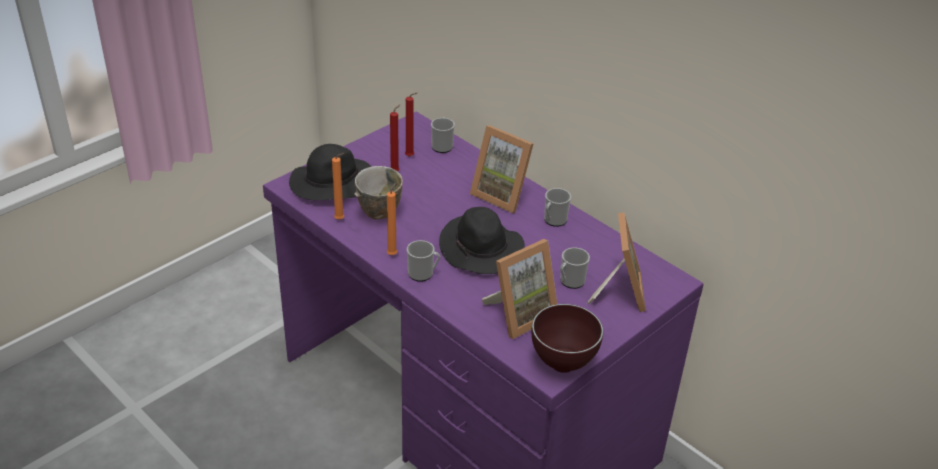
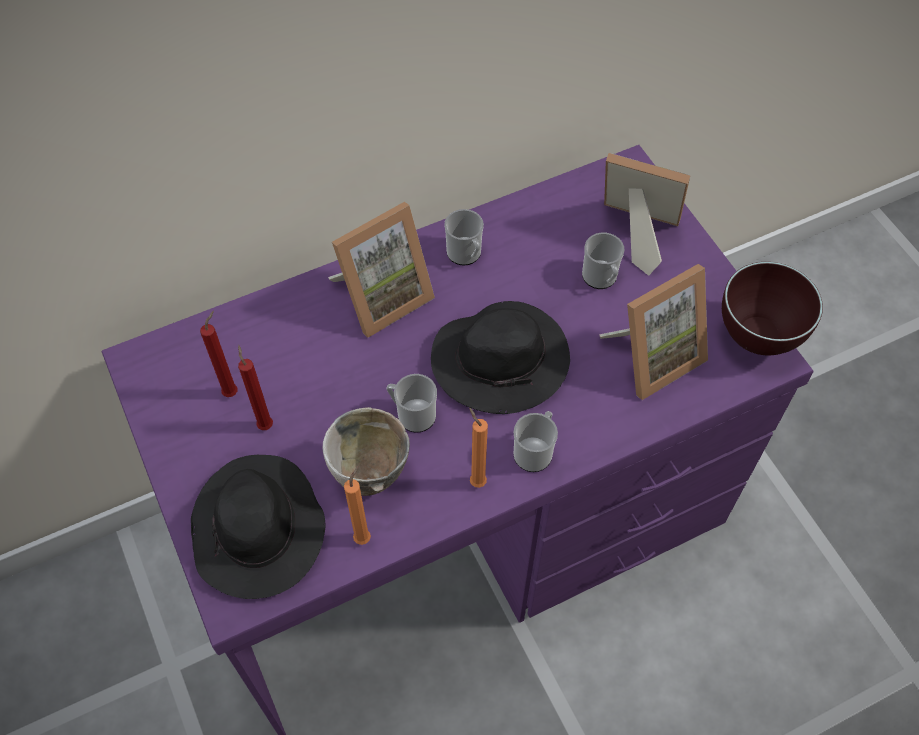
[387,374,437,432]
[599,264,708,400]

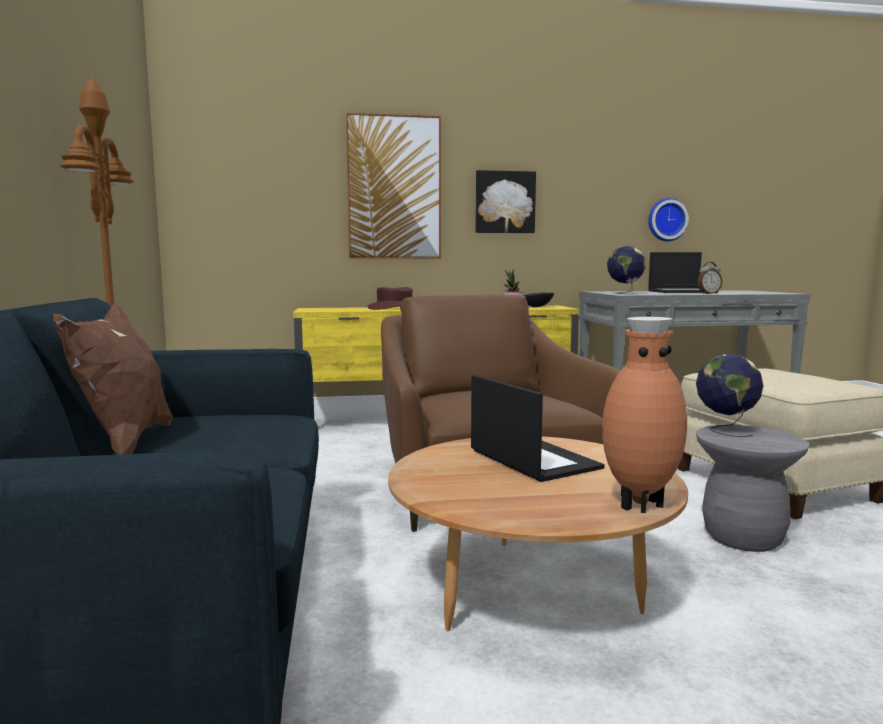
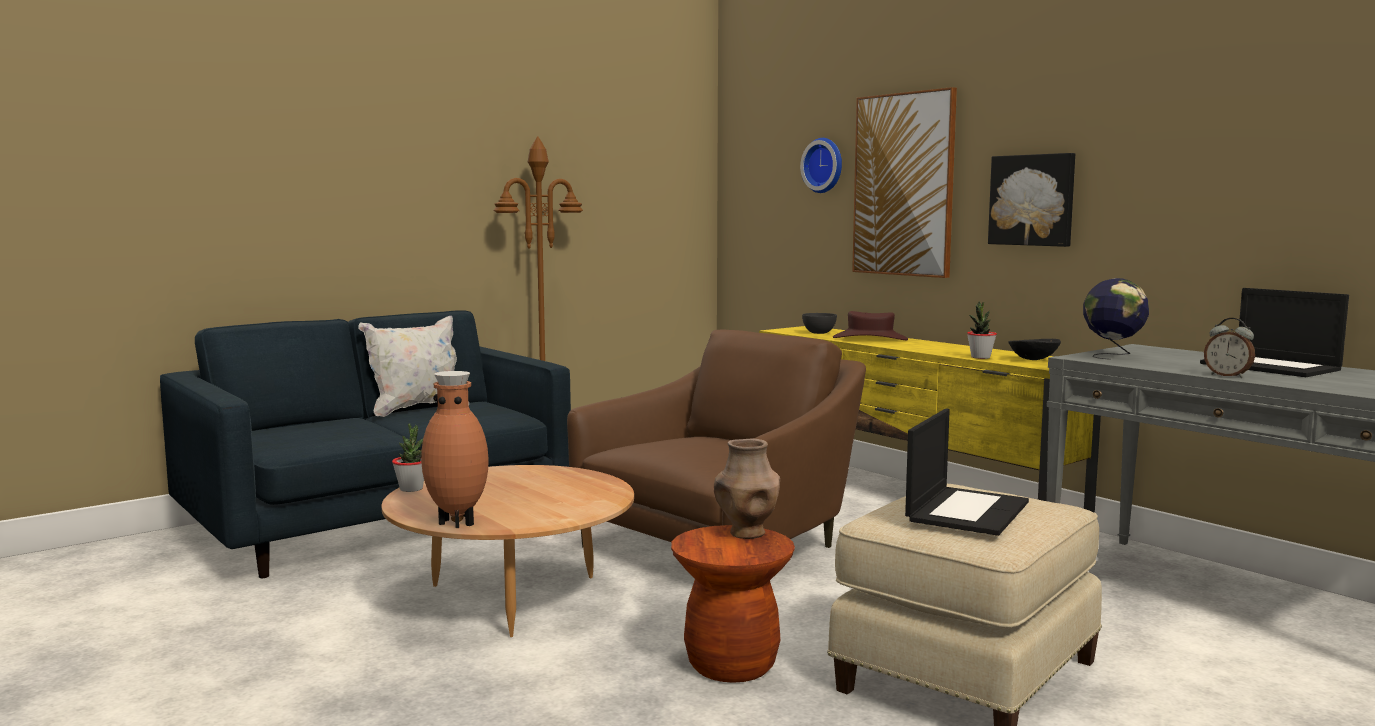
[800,138,842,193]
[358,316,469,417]
[714,439,780,539]
[905,409,1029,536]
[671,525,795,683]
[802,313,837,334]
[392,423,424,492]

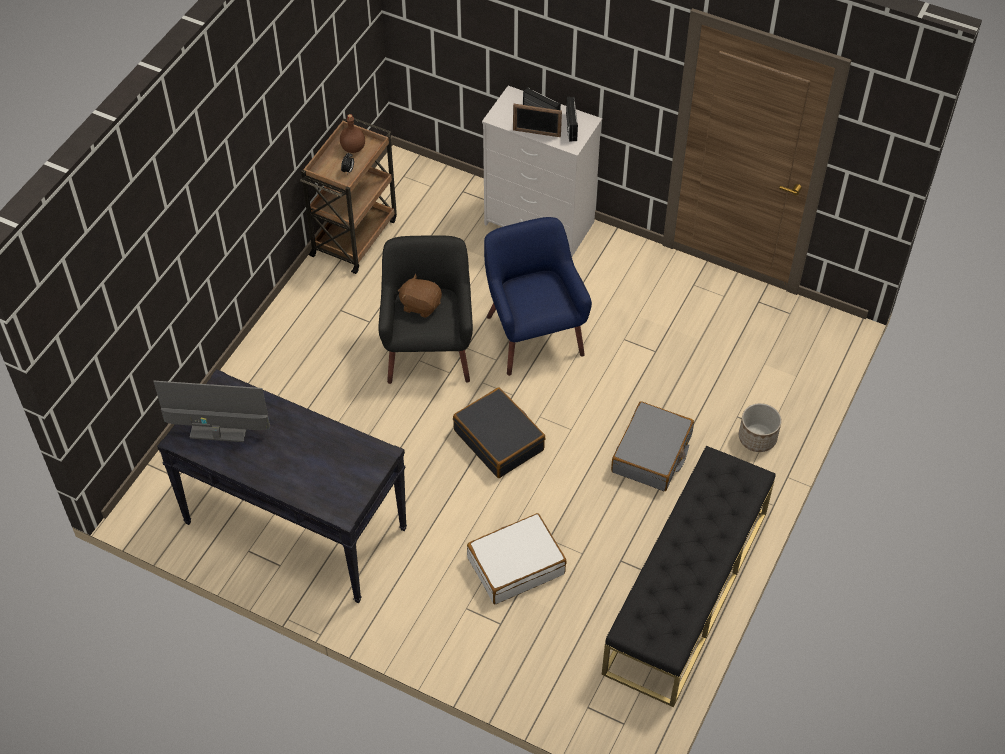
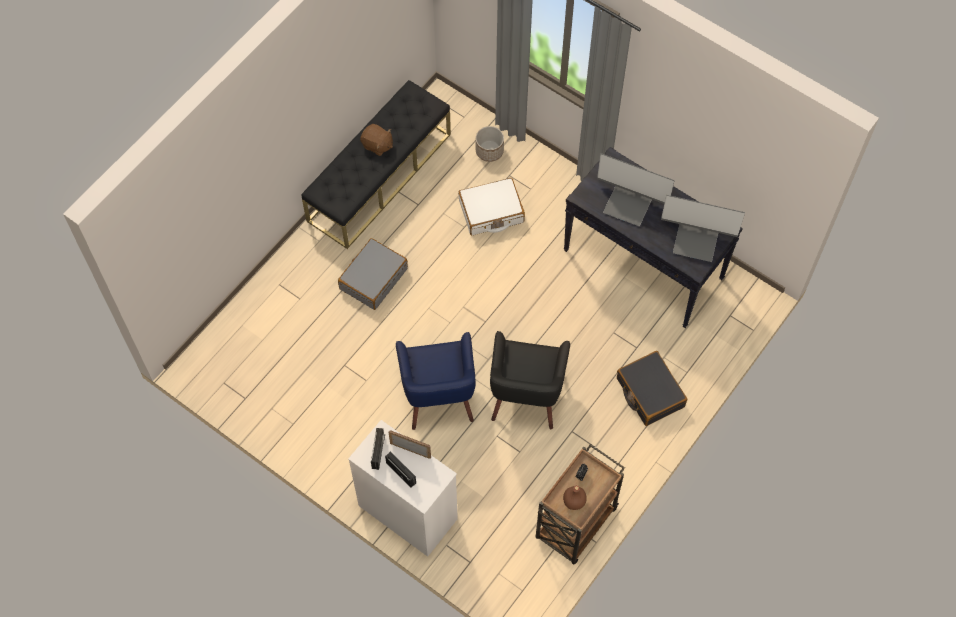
[360,124,393,156]
[617,351,687,426]
[476,126,504,162]
[597,153,675,227]

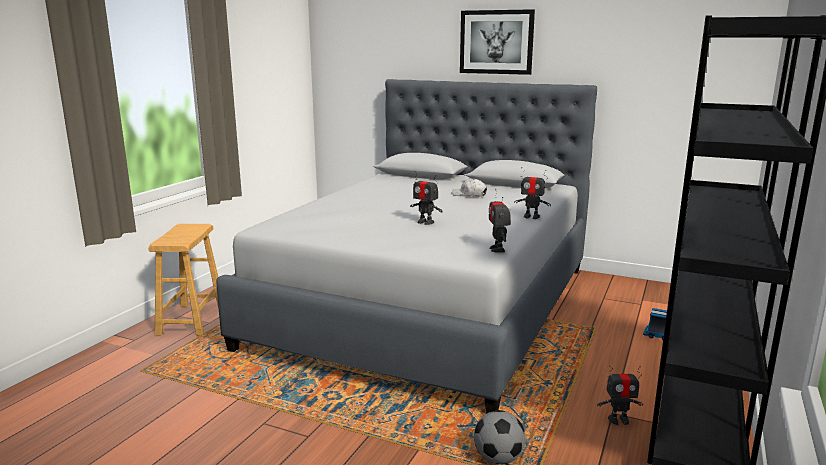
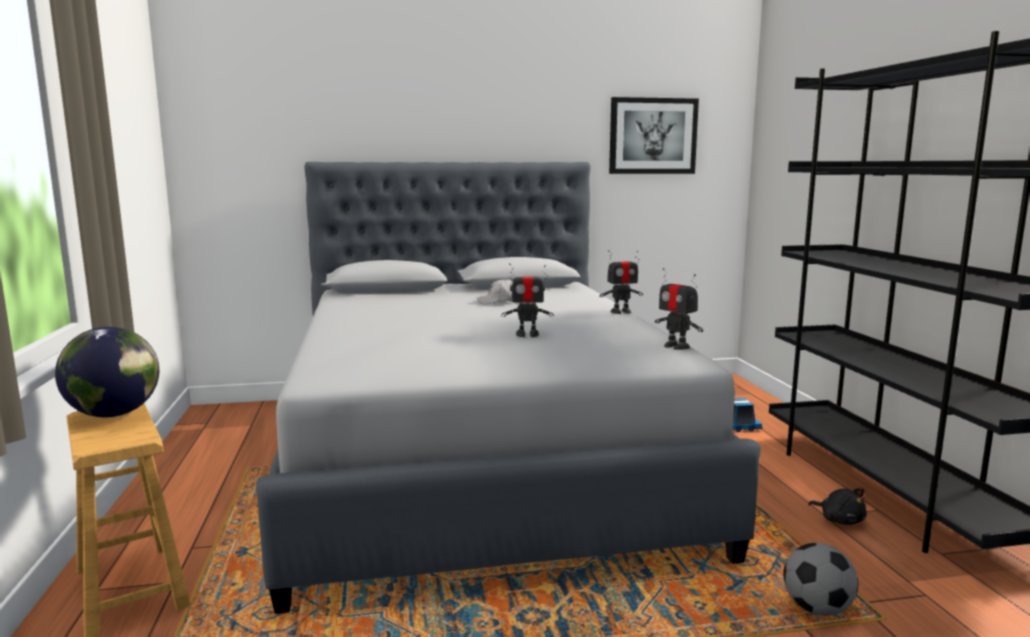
[609,97,699,174]
[808,488,867,525]
[55,327,159,417]

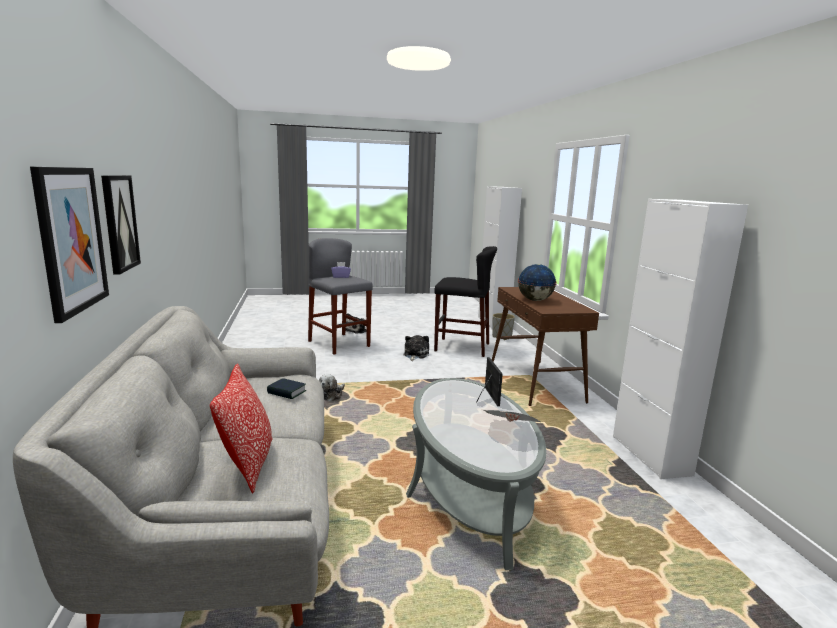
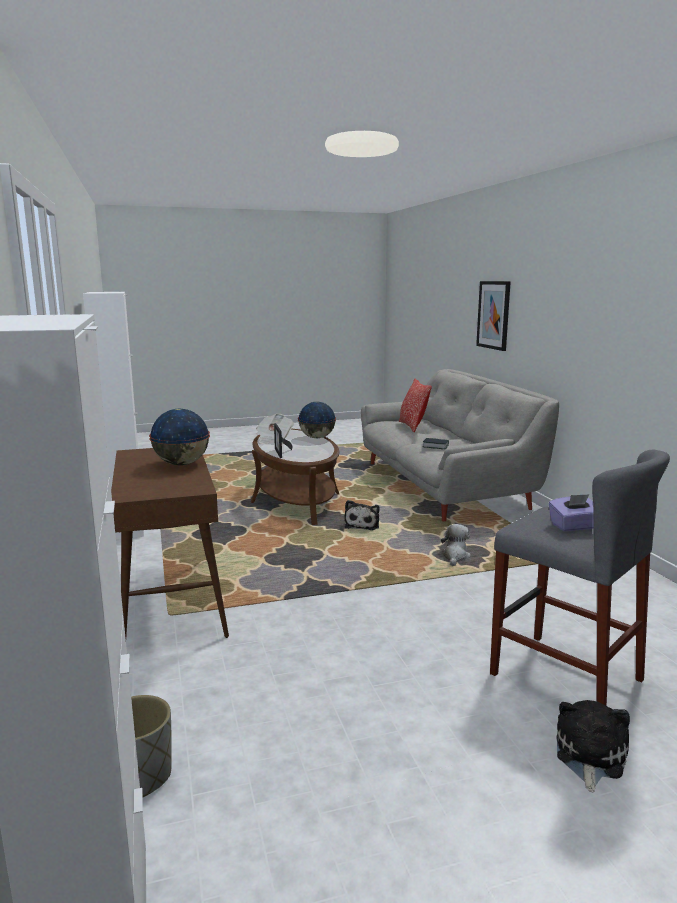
[101,175,141,274] (first image)
[434,246,497,357] (first image)
[344,500,379,530]
[251,429,339,525]
[298,402,336,438]

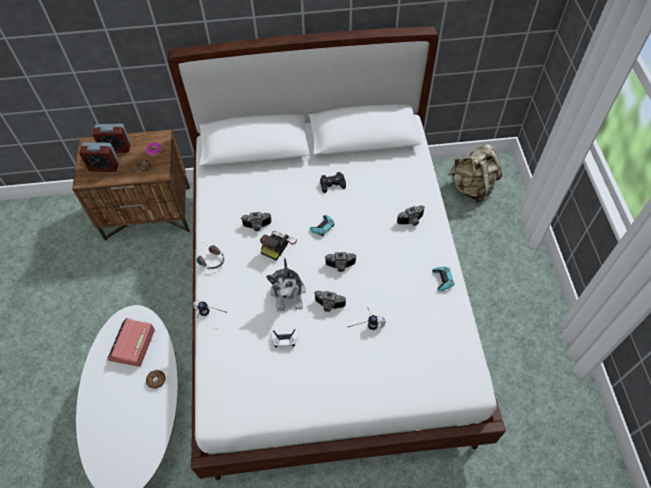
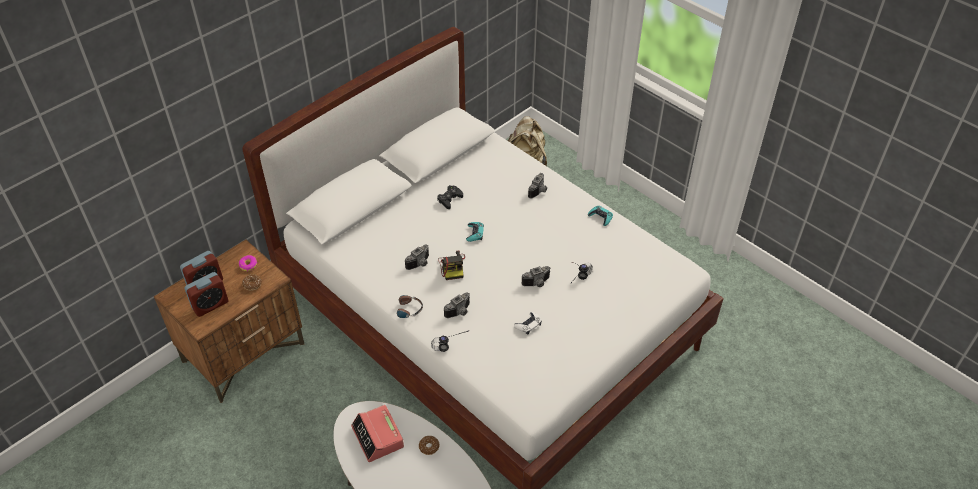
[444,292,470,318]
[266,258,306,312] (first image)

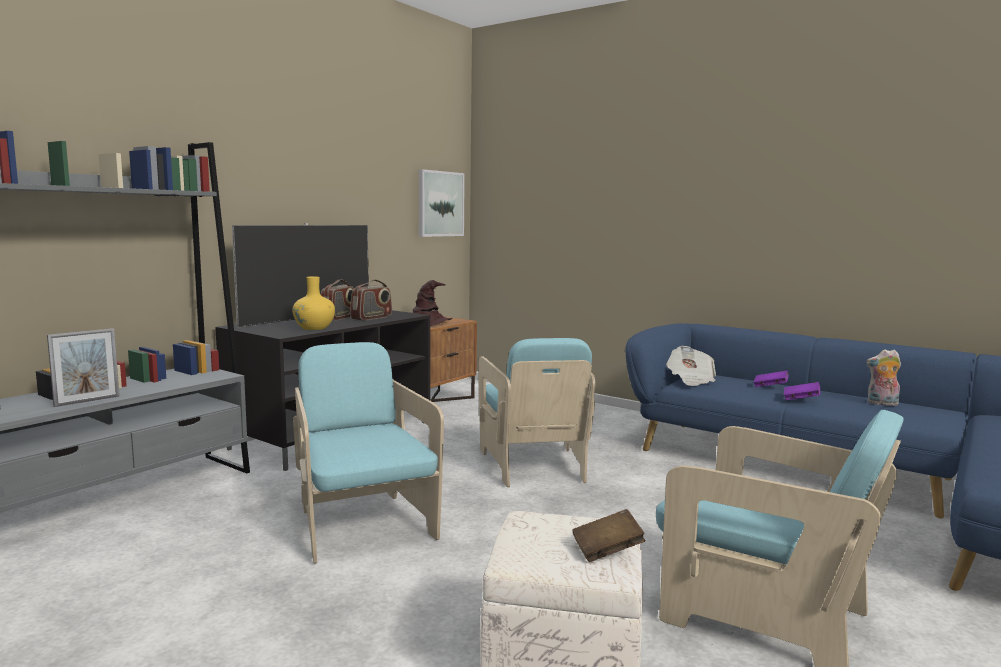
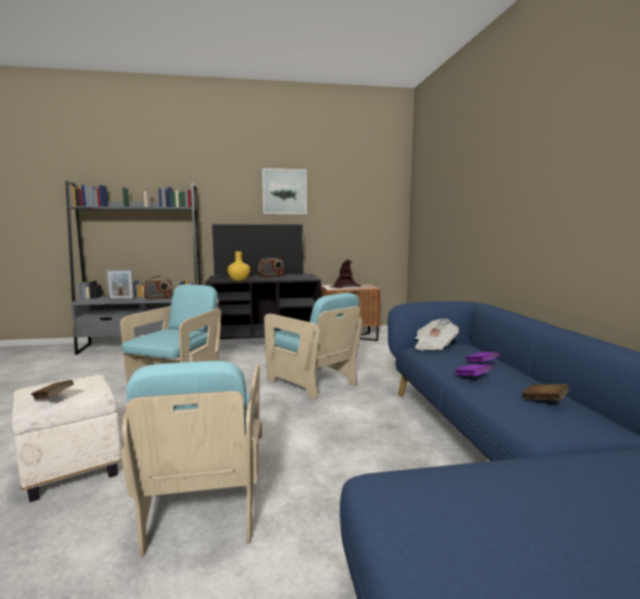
[262,168,307,214]
[144,275,173,300]
[264,293,362,400]
[522,384,570,401]

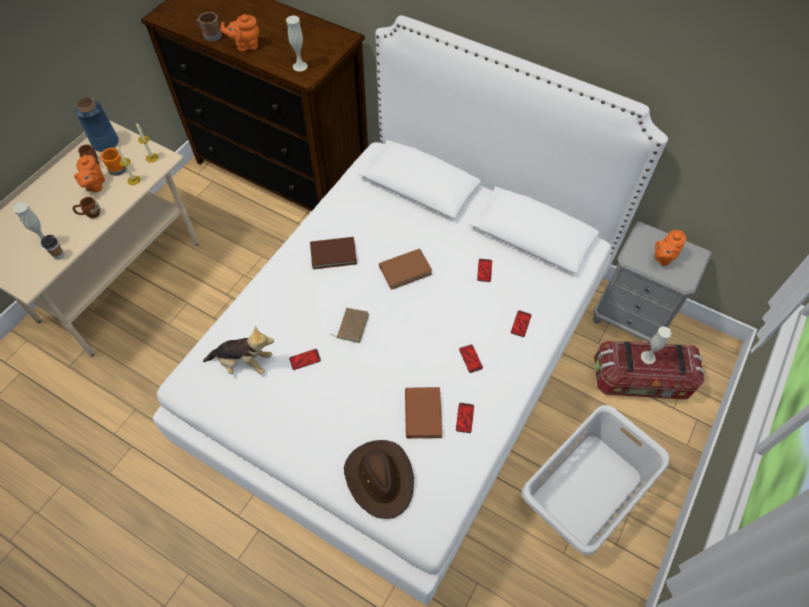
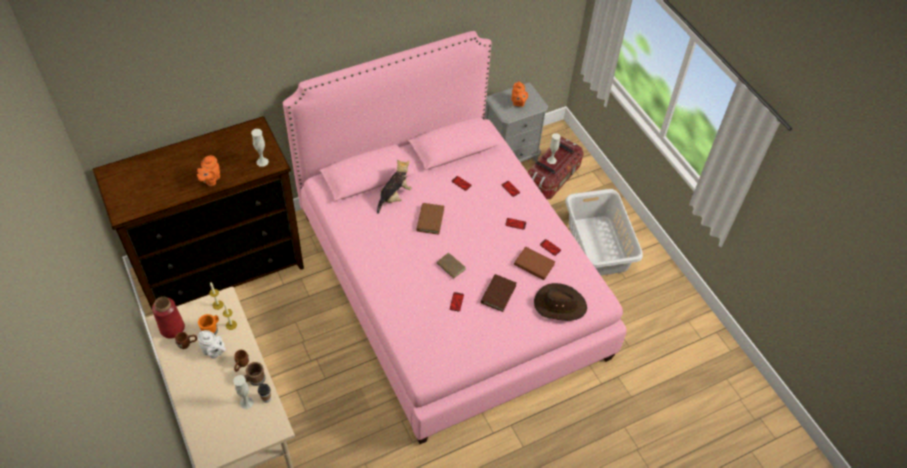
[244,362,266,386]
[283,31,627,444]
[152,297,185,338]
[198,330,226,359]
[481,274,517,312]
[377,160,412,214]

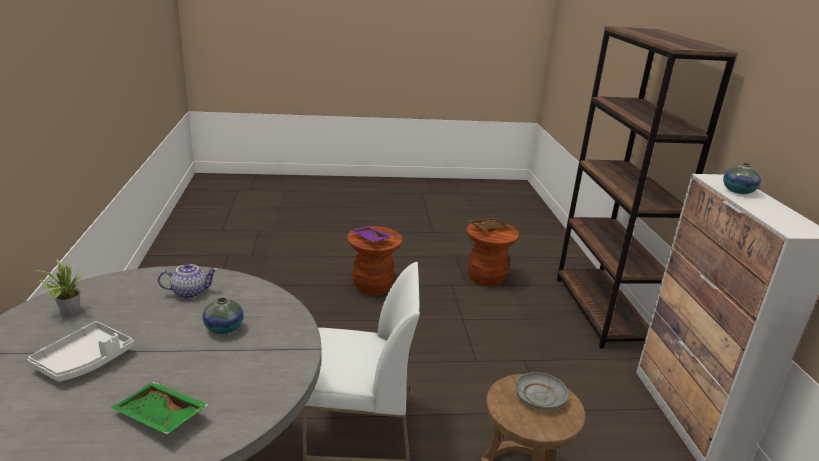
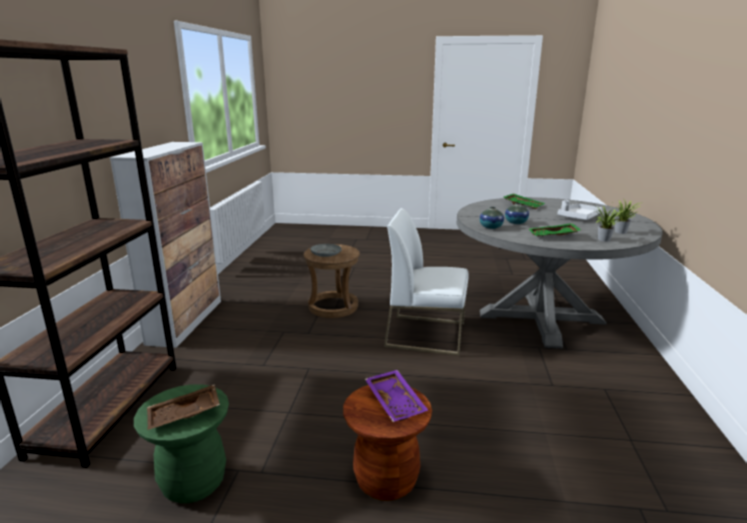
[480,207,504,229]
[134,384,229,503]
[529,223,581,236]
[593,206,625,242]

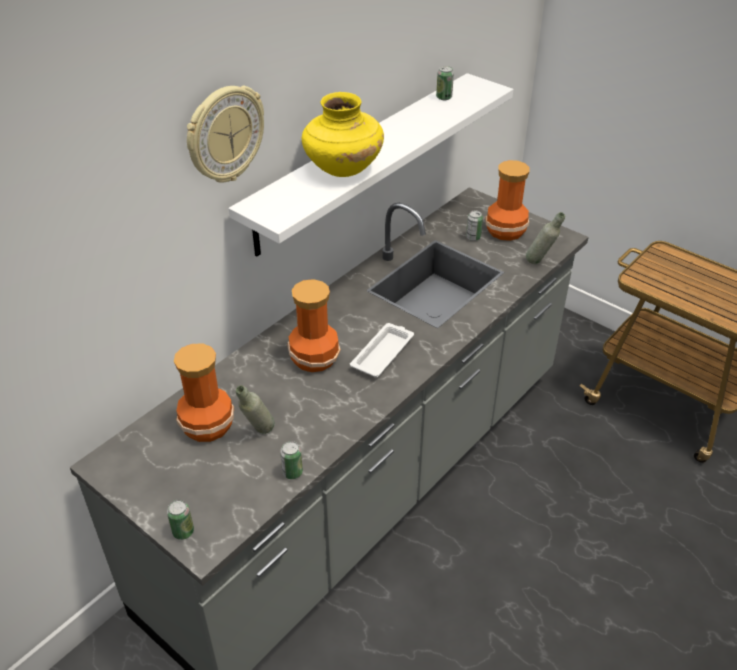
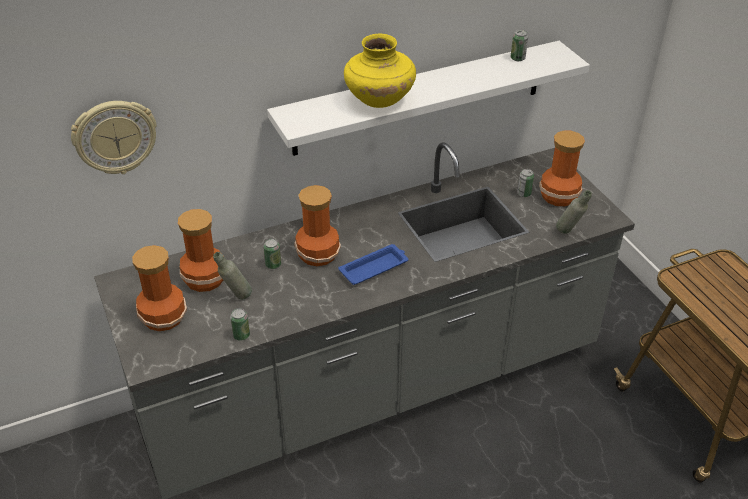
[71,101,157,174]
[338,244,408,285]
[264,239,281,269]
[132,245,187,331]

